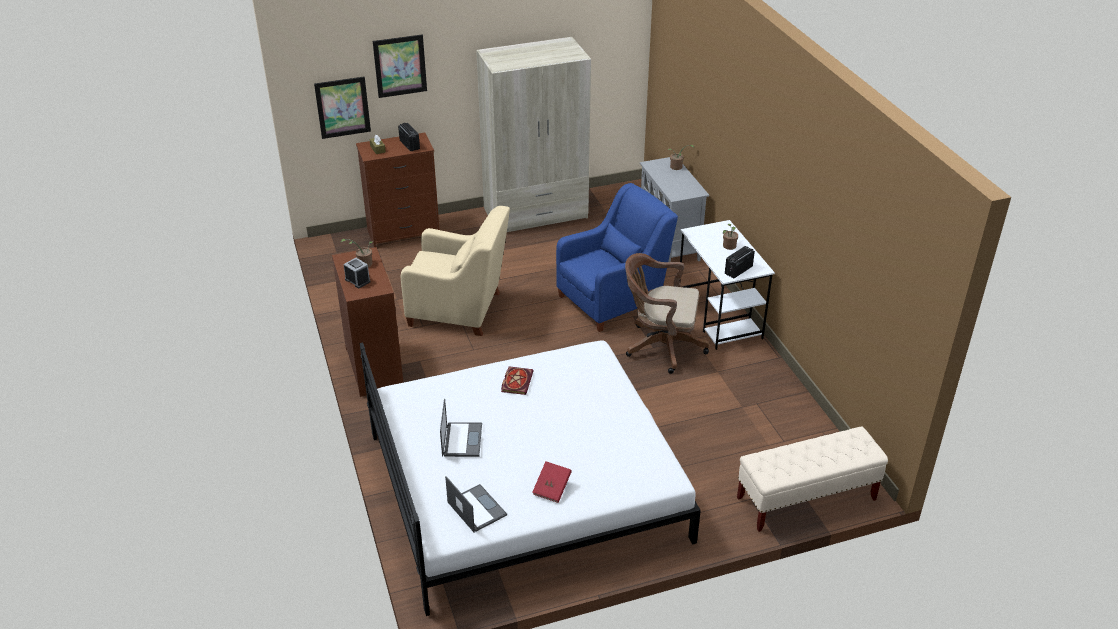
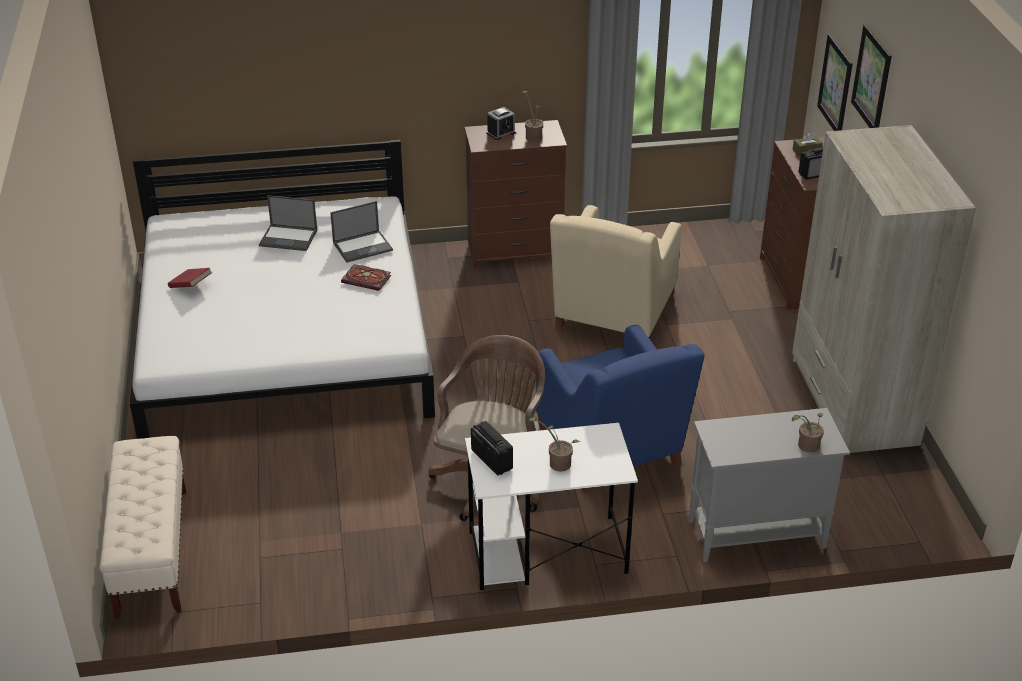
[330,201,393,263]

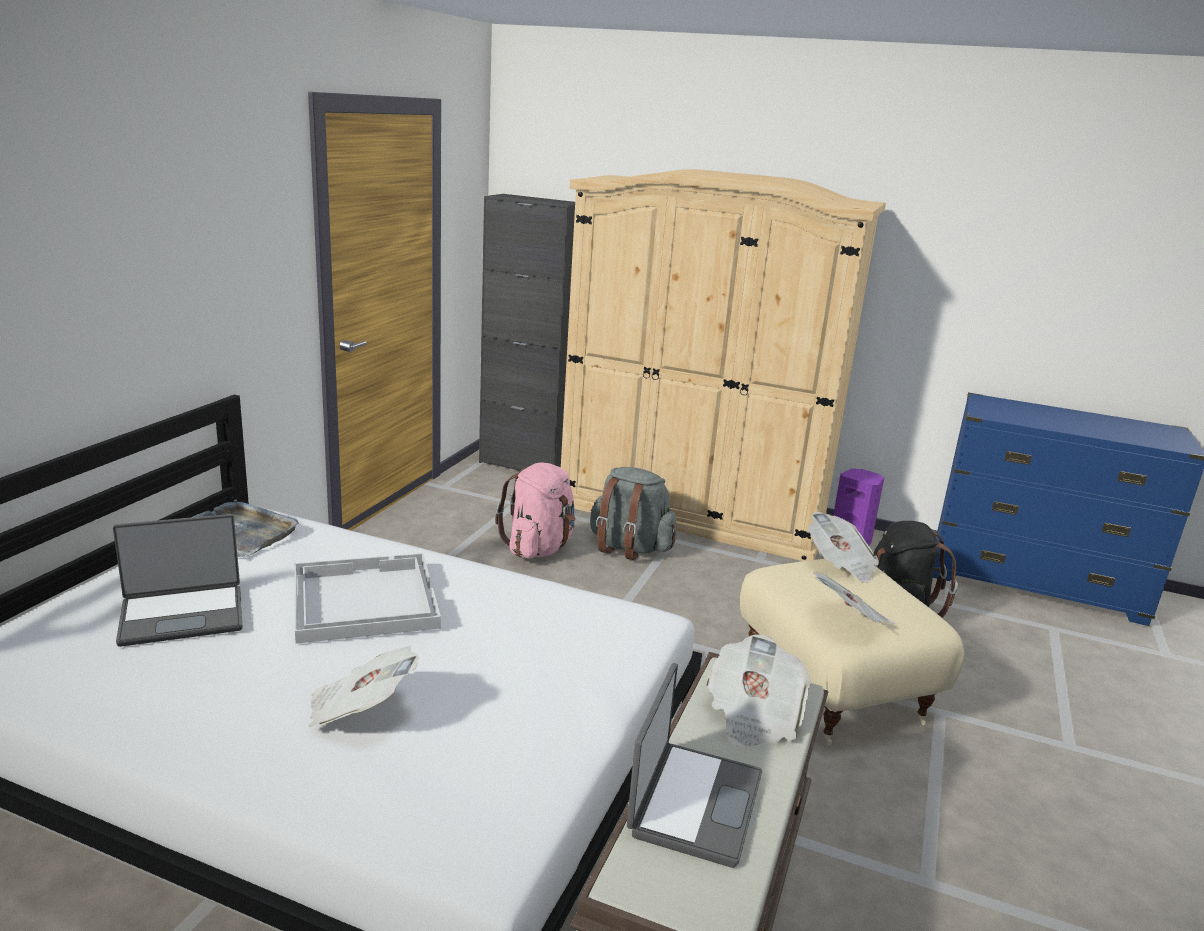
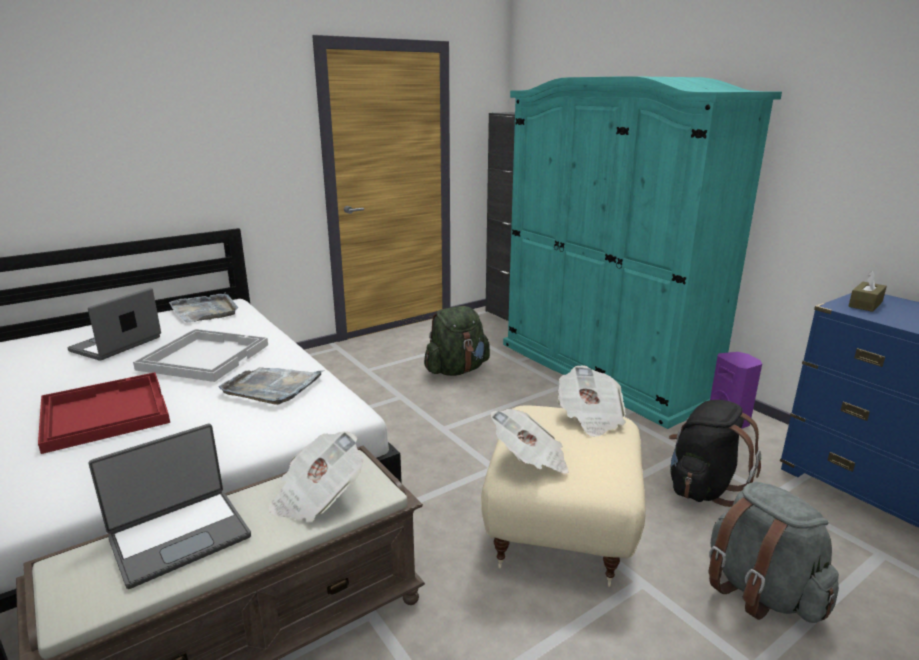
[503,76,782,429]
[424,306,490,376]
[709,482,839,623]
[67,288,161,361]
[38,372,170,454]
[849,271,887,312]
[219,367,325,405]

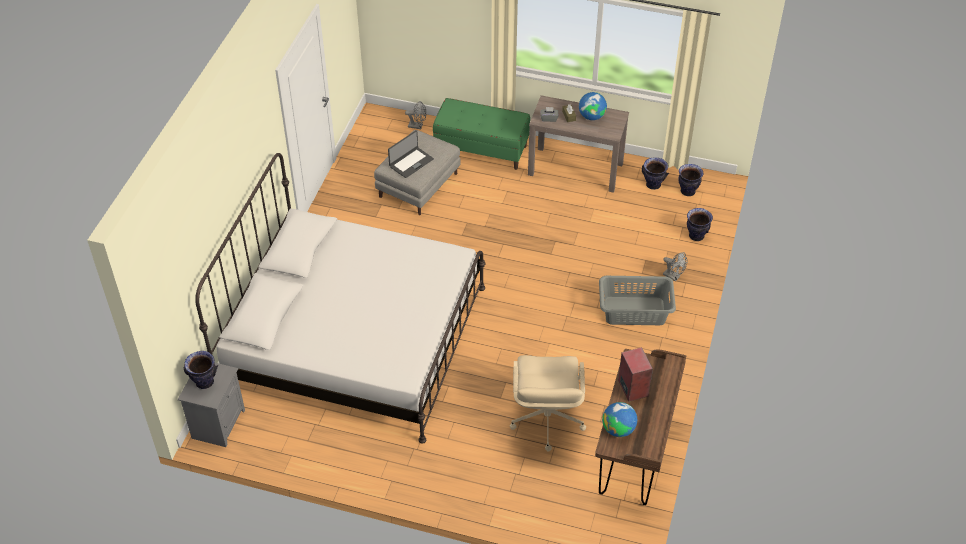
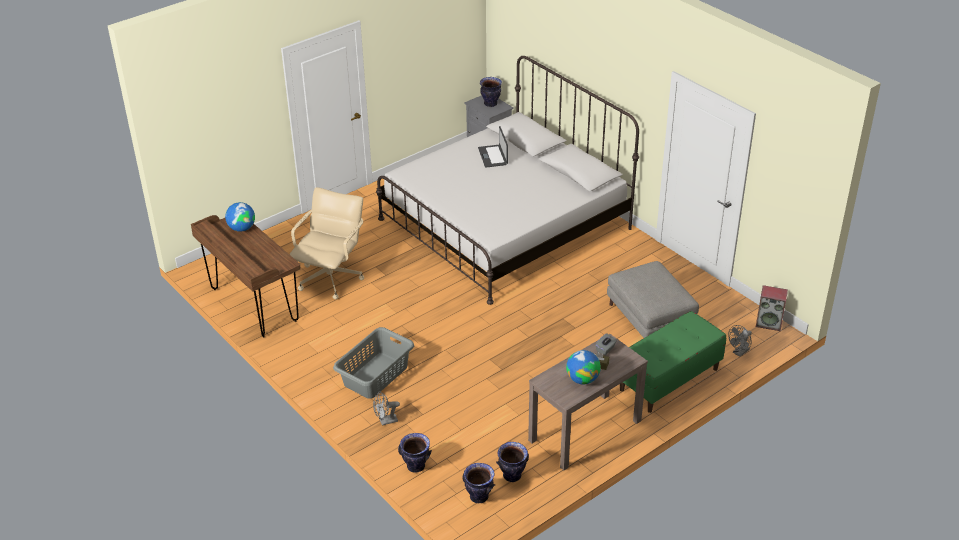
[478,126,508,168]
[756,285,788,331]
[289,187,364,299]

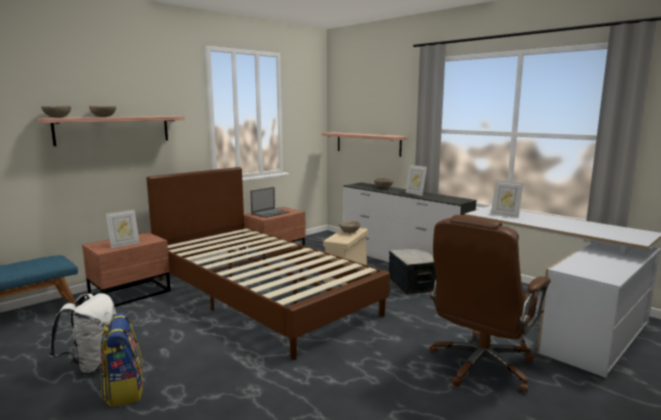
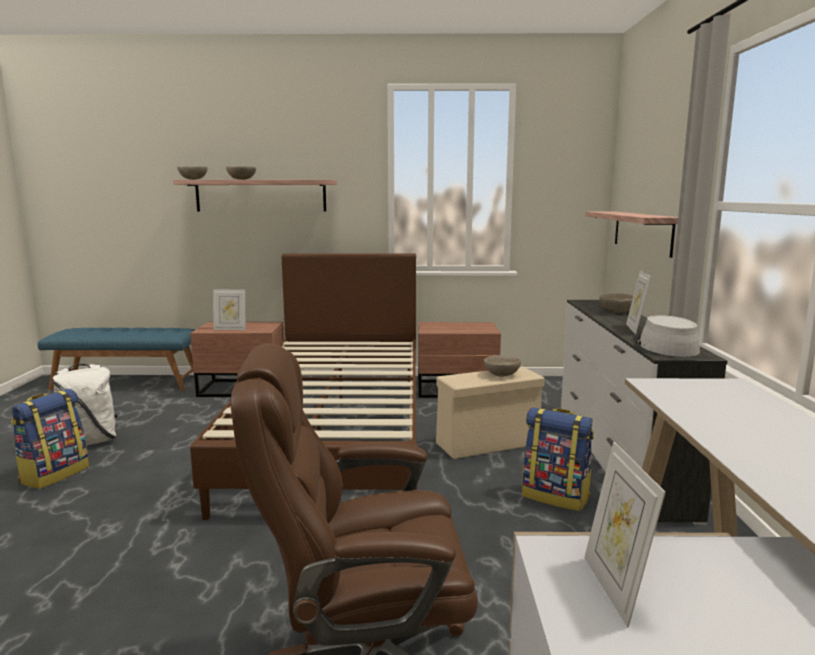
[584,442,666,628]
[250,187,289,218] (first image)
[522,407,594,511]
[633,315,700,357]

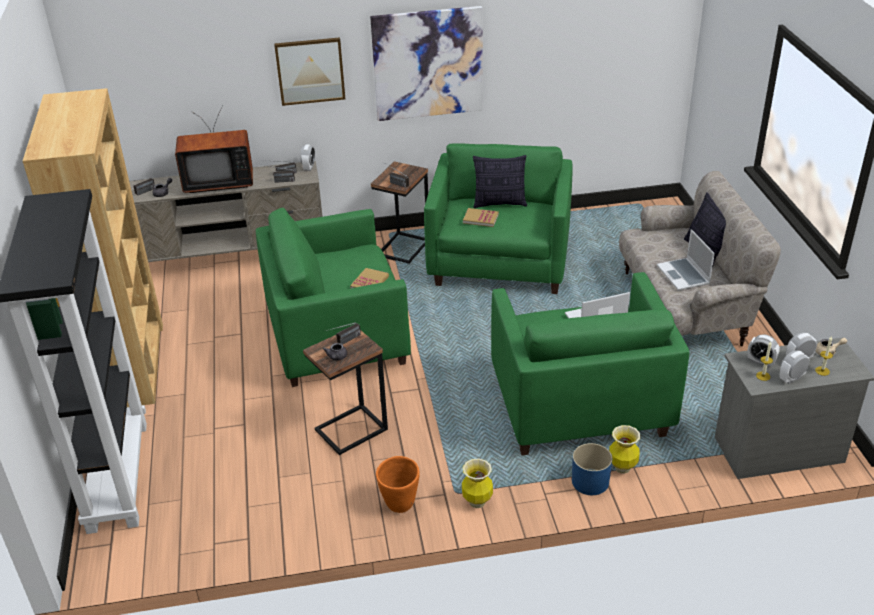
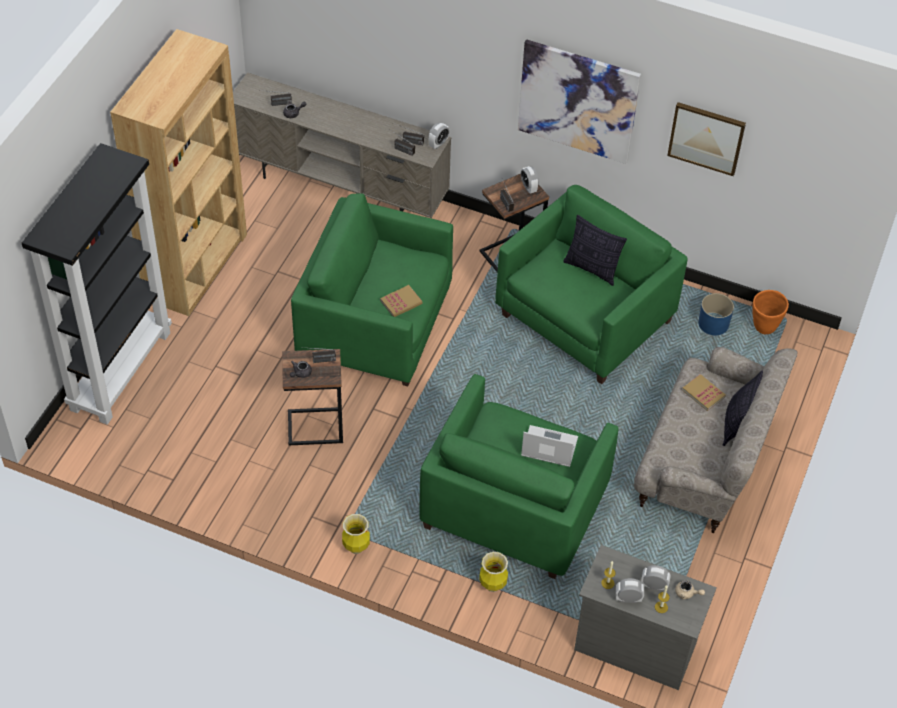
[667,102,746,176]
[175,105,253,193] (first image)
[682,374,726,411]
[657,229,715,291] (first image)
[521,166,539,194]
[698,293,734,335]
[752,290,789,334]

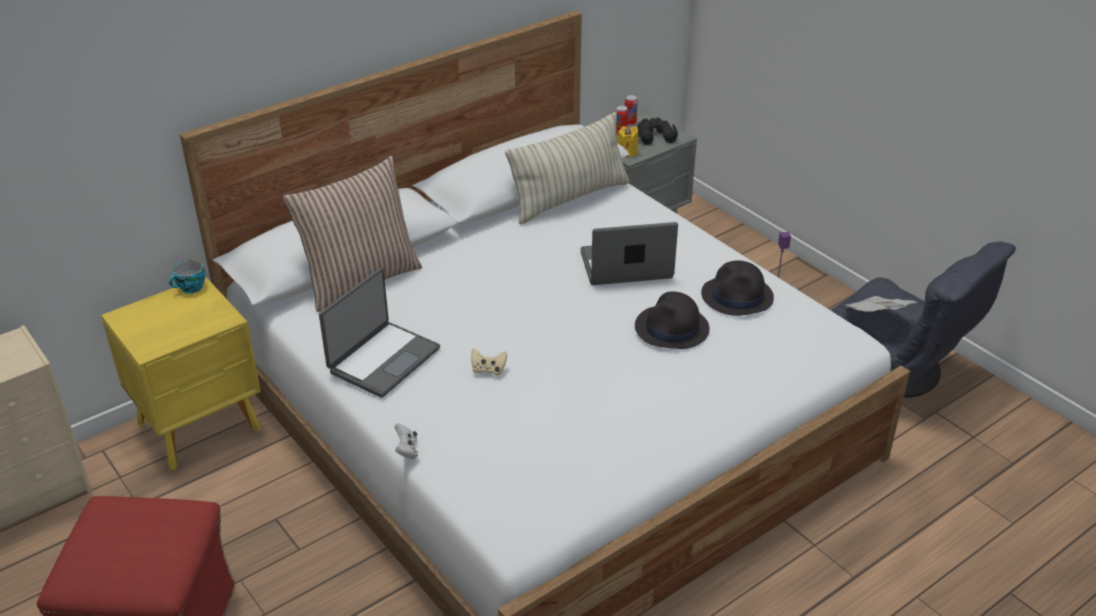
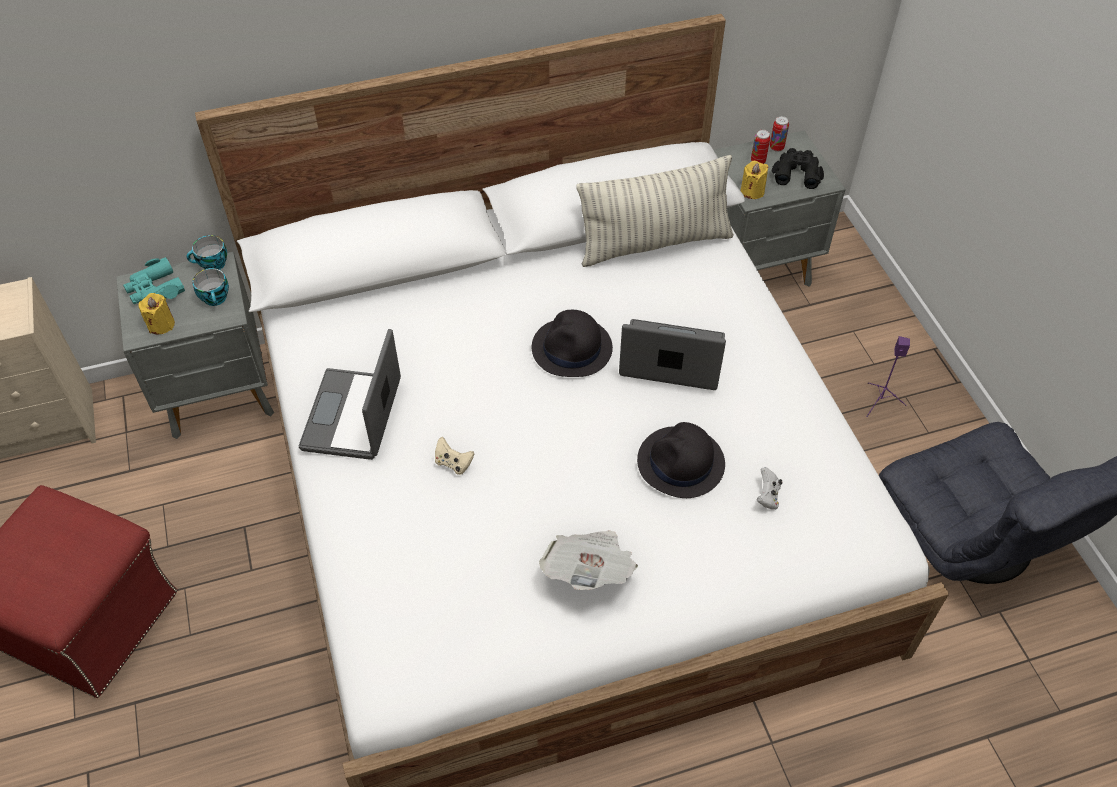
[282,156,422,312] (first image)
[532,310,613,377]
[299,329,401,460]
[116,252,274,439]
[539,530,638,590]
[757,467,782,510]
[123,257,185,304]
[192,268,229,306]
[138,293,175,334]

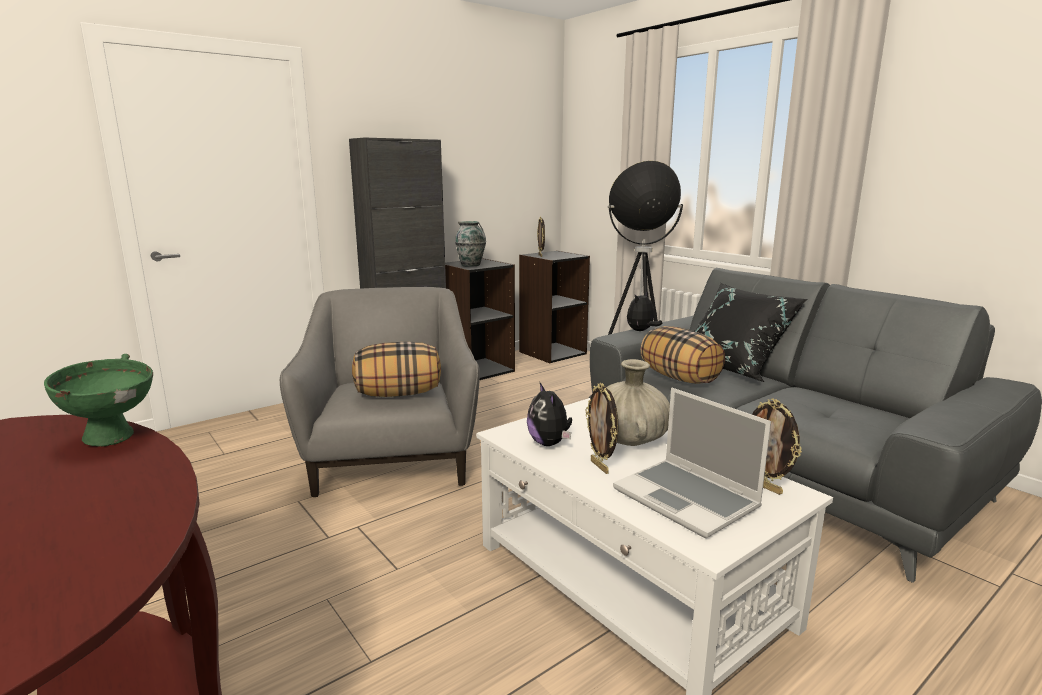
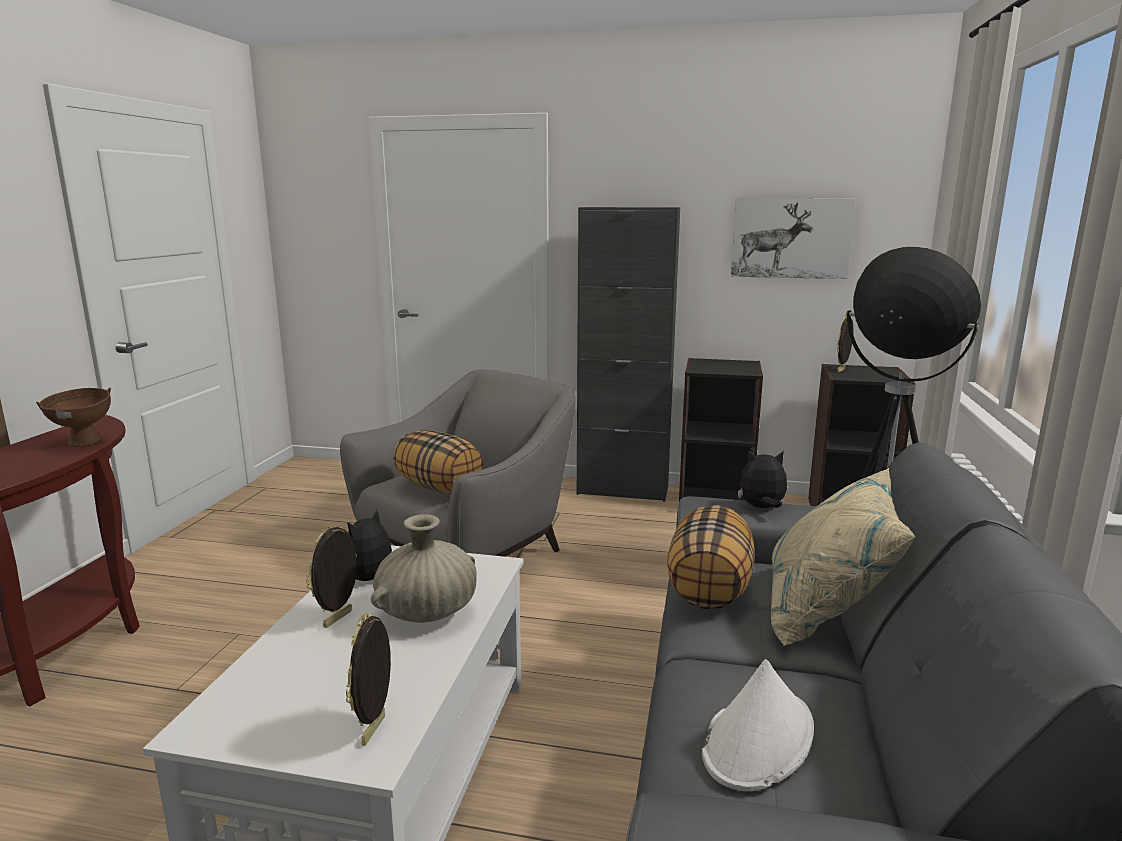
[455,221,486,267] (first image)
[771,468,916,646]
[36,388,111,447]
[613,388,771,538] (first image)
[731,198,856,279]
[702,659,814,791]

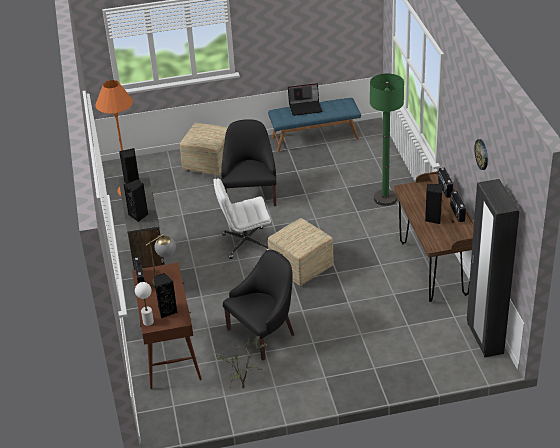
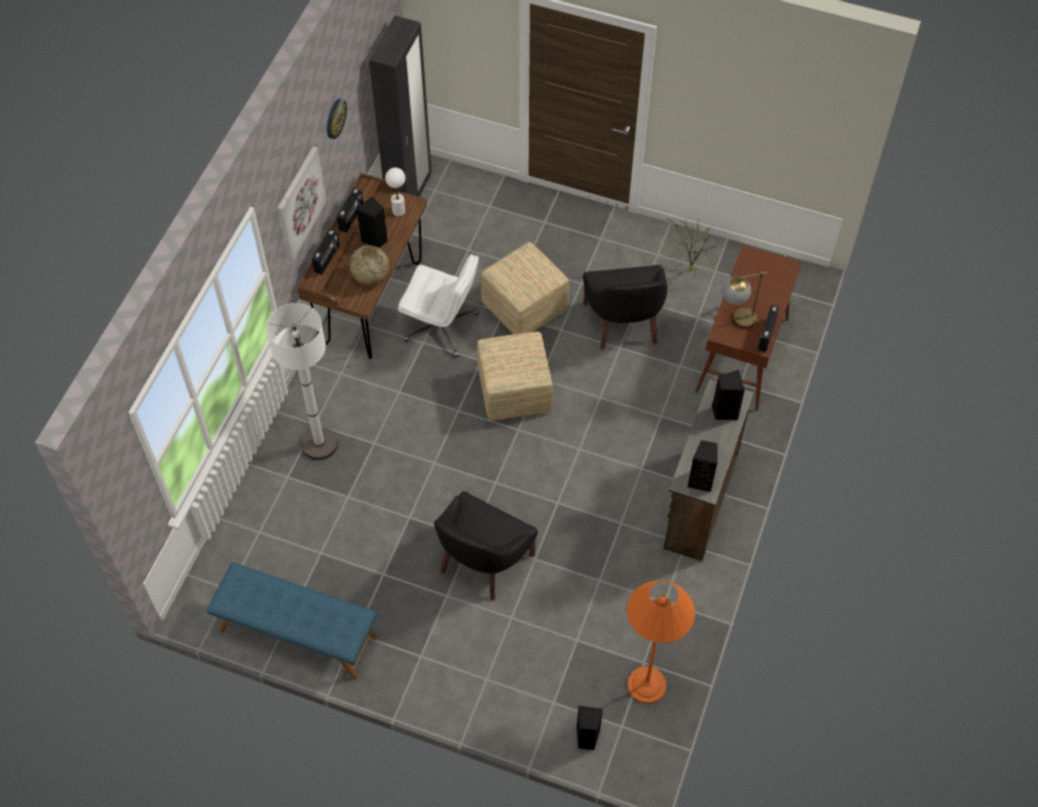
[266,303,338,460]
[288,83,322,116] (first image)
[481,242,569,334]
[398,254,479,357]
[583,265,668,350]
[576,706,603,750]
[385,167,405,216]
[277,146,327,262]
[349,245,389,285]

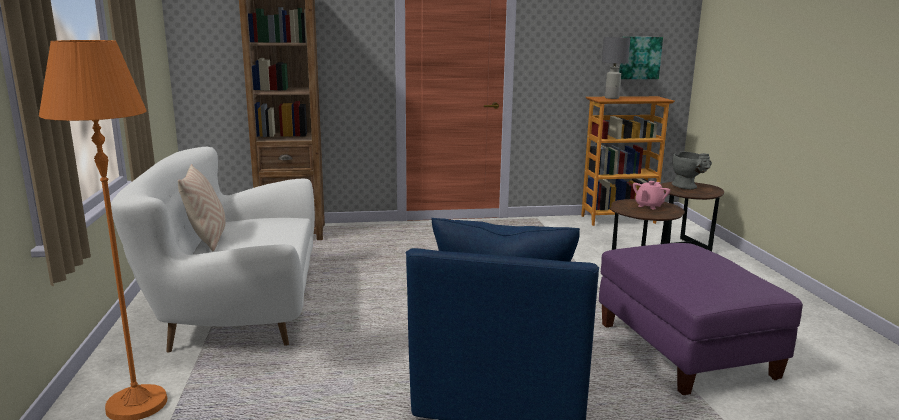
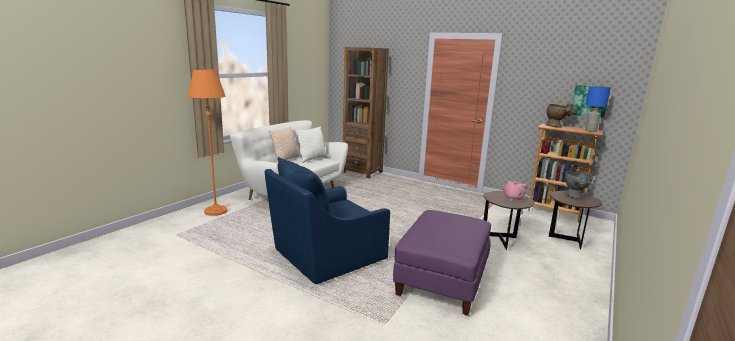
[545,104,575,128]
[585,86,611,132]
[295,126,328,163]

